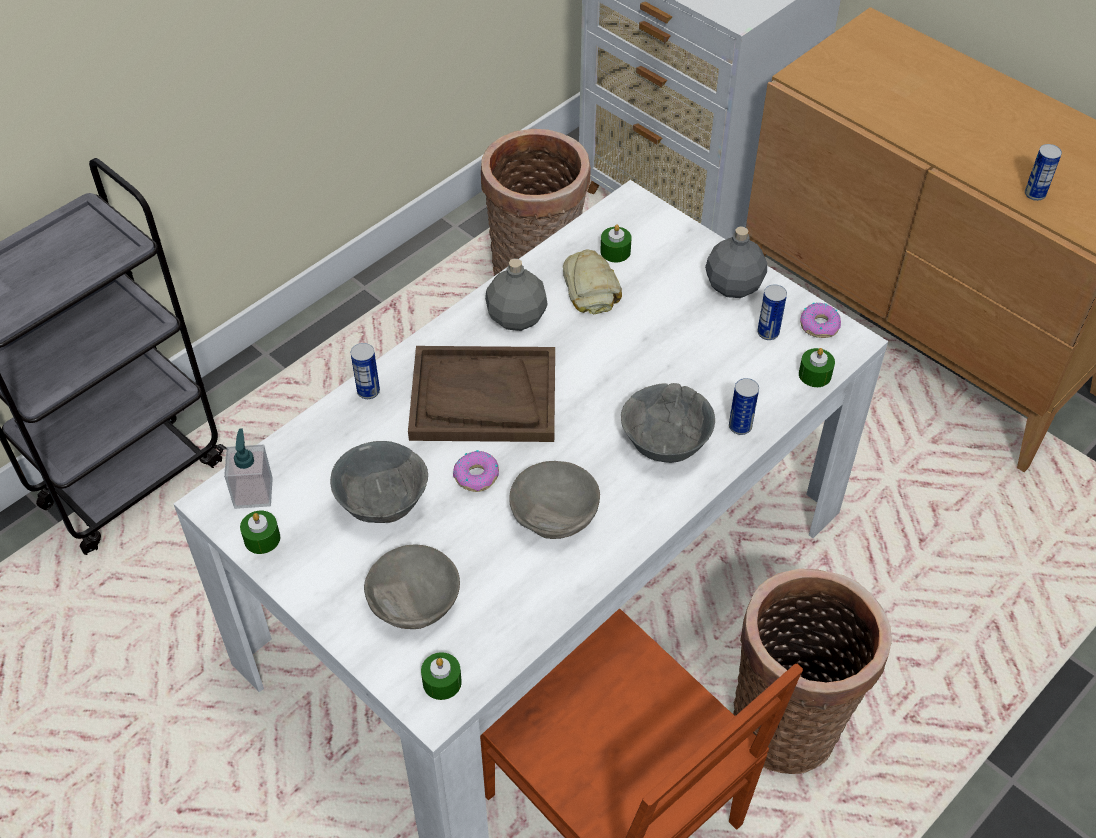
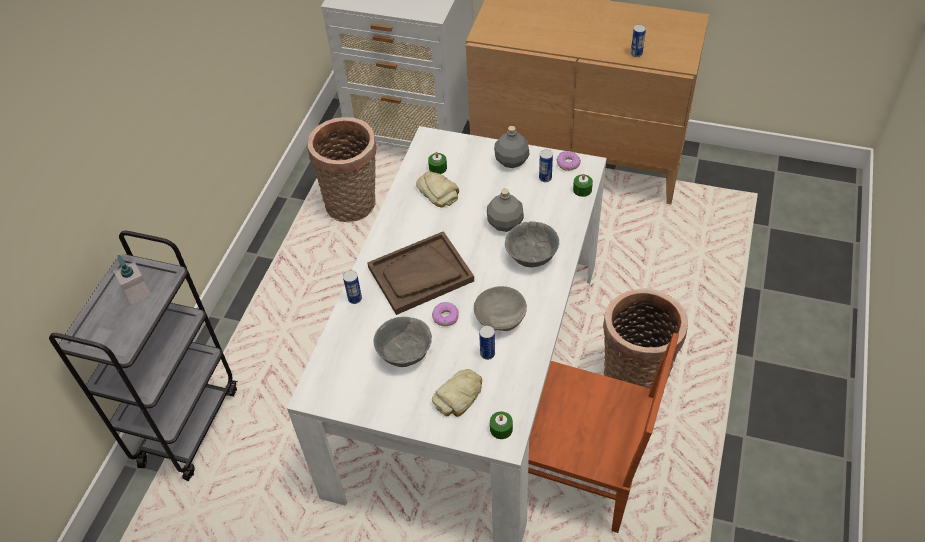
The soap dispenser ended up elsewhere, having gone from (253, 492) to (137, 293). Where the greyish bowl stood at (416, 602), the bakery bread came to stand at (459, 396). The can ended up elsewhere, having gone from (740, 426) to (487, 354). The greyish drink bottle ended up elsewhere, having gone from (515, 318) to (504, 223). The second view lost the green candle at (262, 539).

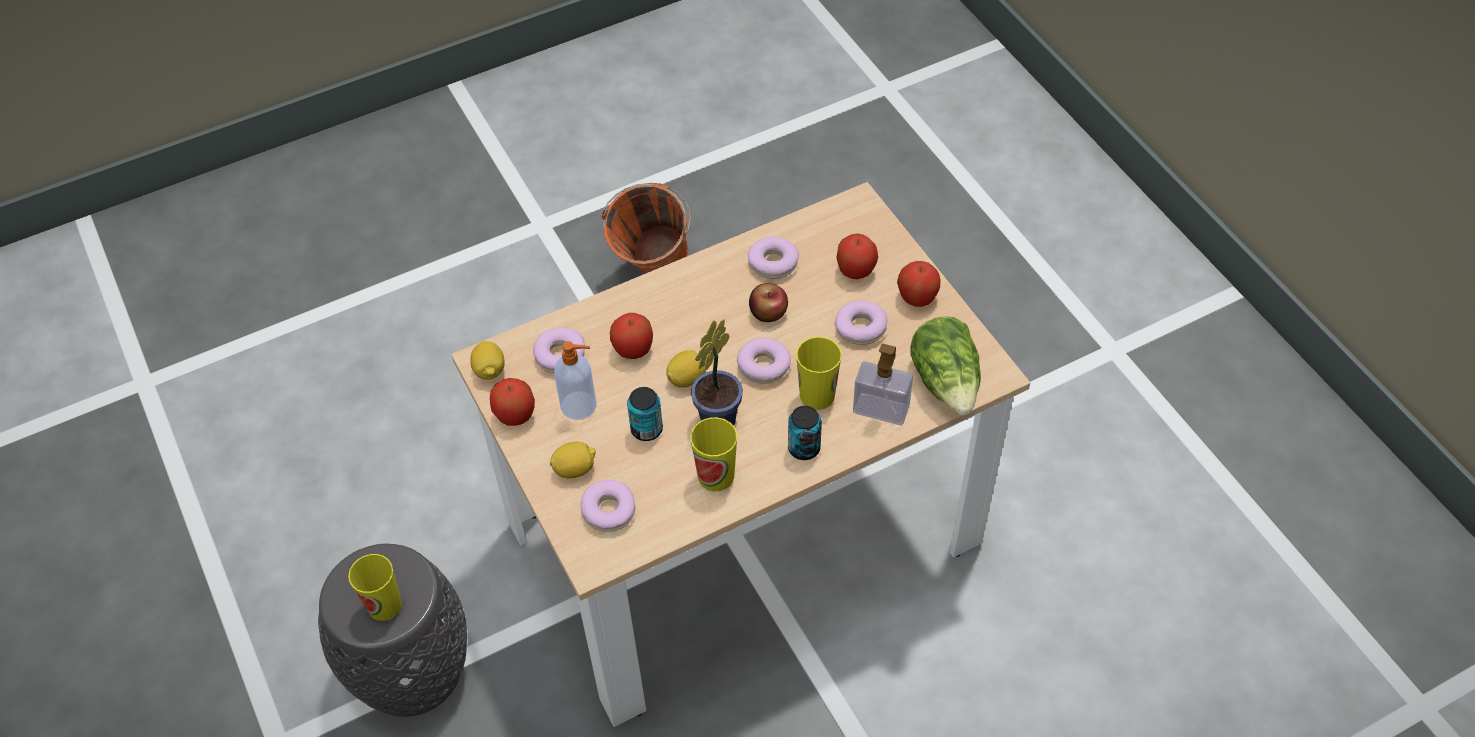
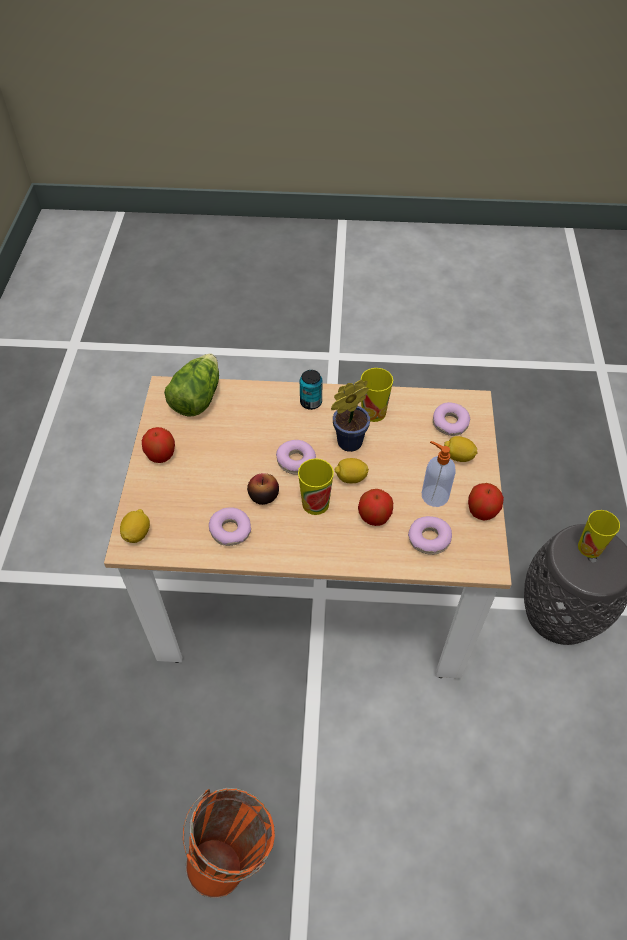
The lemon ended up elsewhere, having gone from (489, 370) to (137, 533). The drinking cup ended up elsewhere, having gone from (817, 395) to (315, 503). The second view lost the can at (646, 429). The second view lost the ring doughnut at (860, 328). The second view lost the whole apple at (856, 270). The second view lost the soap dispenser at (881, 409).

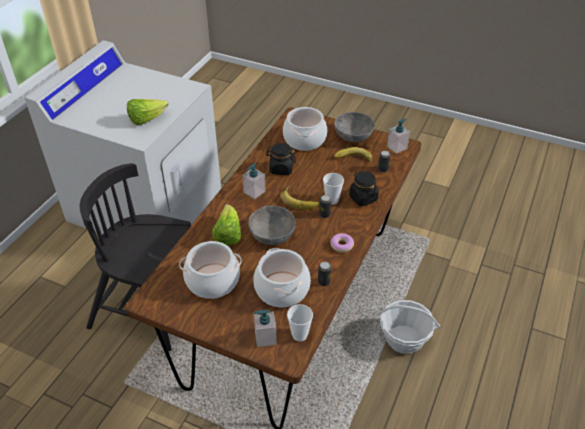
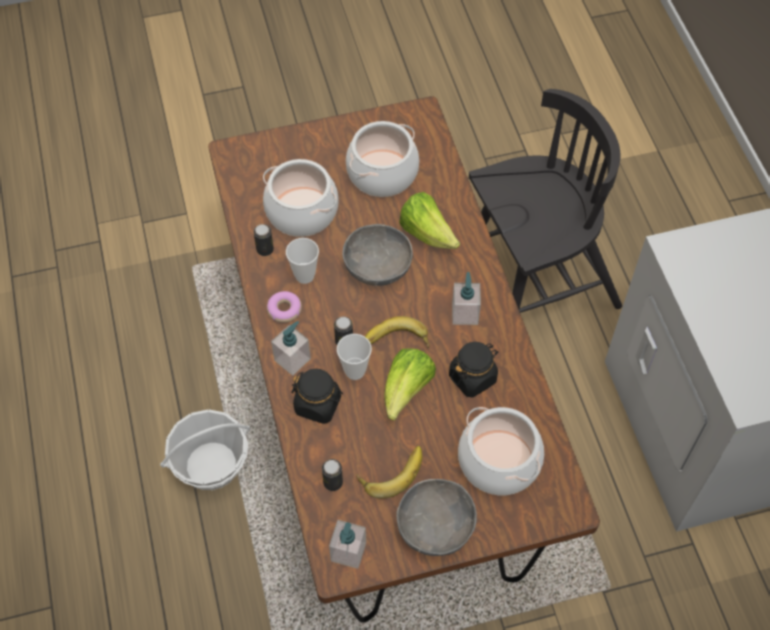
The soap dispenser ended up elsewhere, having gone from (265, 338) to (292, 359). The drinking cup ended up elsewhere, having gone from (299, 335) to (304, 275). The lettuce head ended up elsewhere, having gone from (146, 119) to (406, 391).

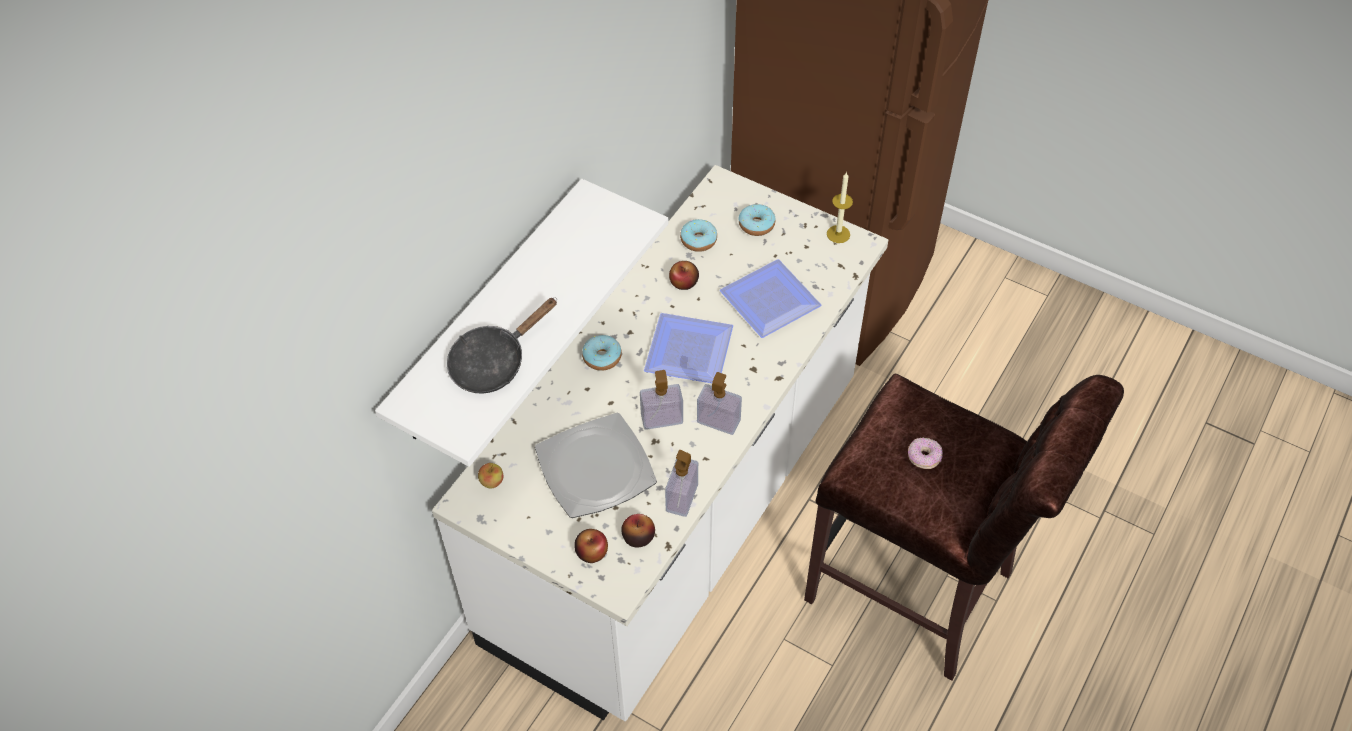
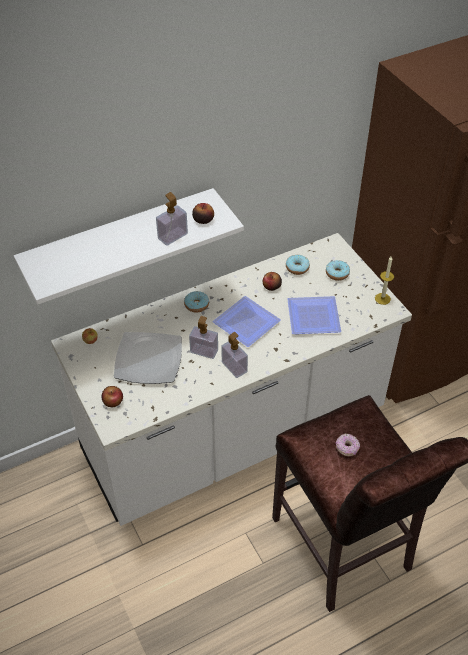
The soap dispenser ended up elsewhere, having gone from (682, 497) to (172, 236). The whole apple ended up elsewhere, having gone from (638, 537) to (203, 219). The second view lost the black frying pan at (494, 362).

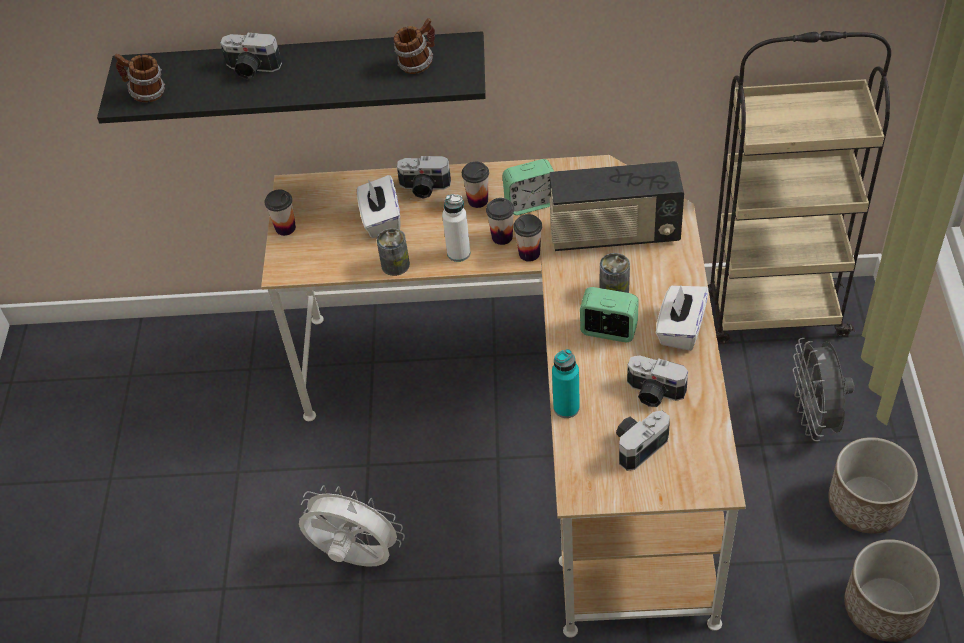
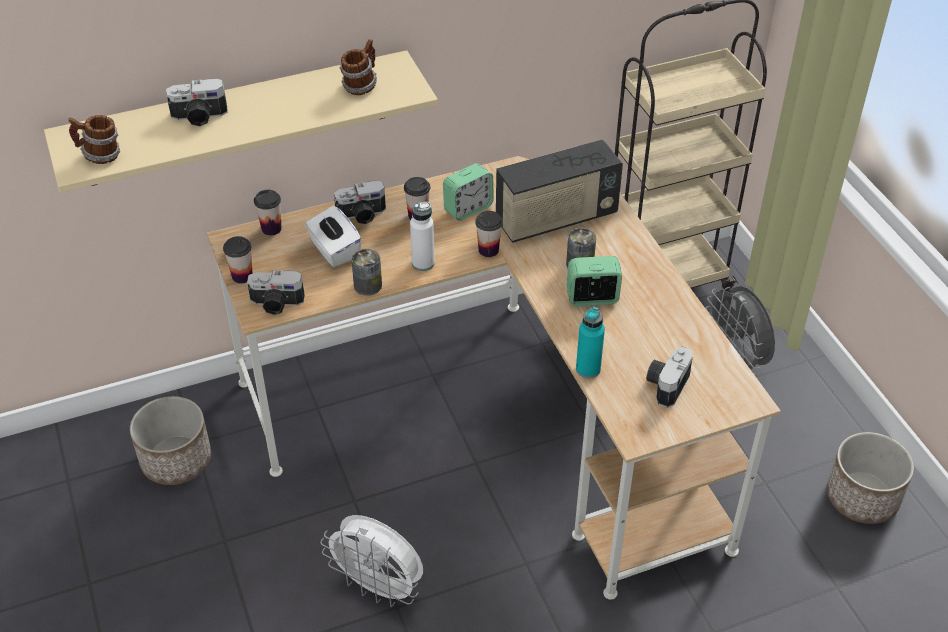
What was the black wall shelf at (303, 73) turned into the sand-coloured wall shelf at (237, 119). The flower pot ended up elsewhere, having gone from (866, 503) to (177, 460). The photo camera ended up elsewhere, having gone from (654, 393) to (276, 304). The drinking cup ended up elsewhere, having gone from (502, 237) to (271, 228). The white cooling fan at (354, 558) ended up facing another way, 150 degrees counterclockwise from before. The second view lost the white tissue holder at (680, 329).

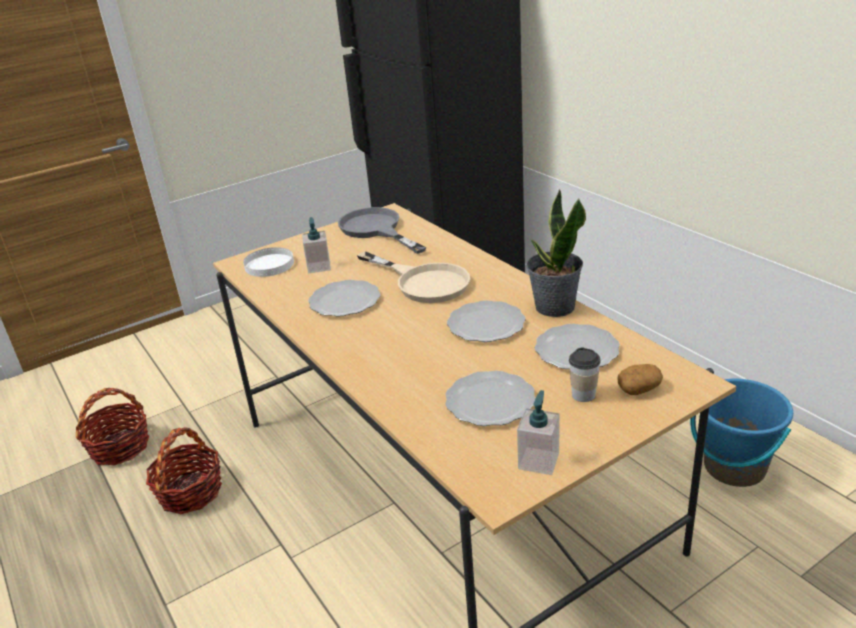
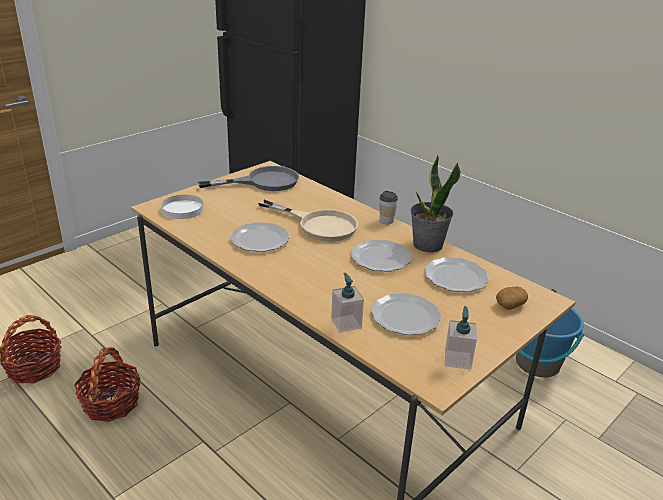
The greyish frying pan at (376, 229) ended up facing another way, 120 degrees clockwise from before. The soap dispenser ended up elsewhere, having gone from (319, 266) to (346, 323). The drinking cup ended up elsewhere, having gone from (583, 395) to (386, 220).

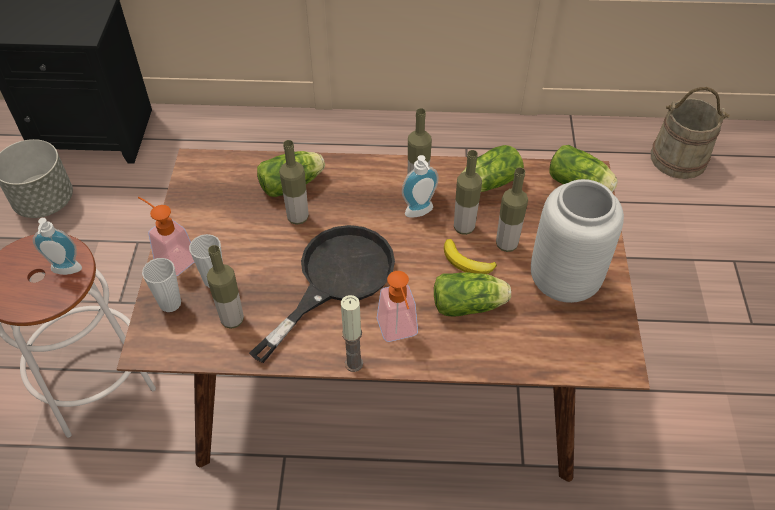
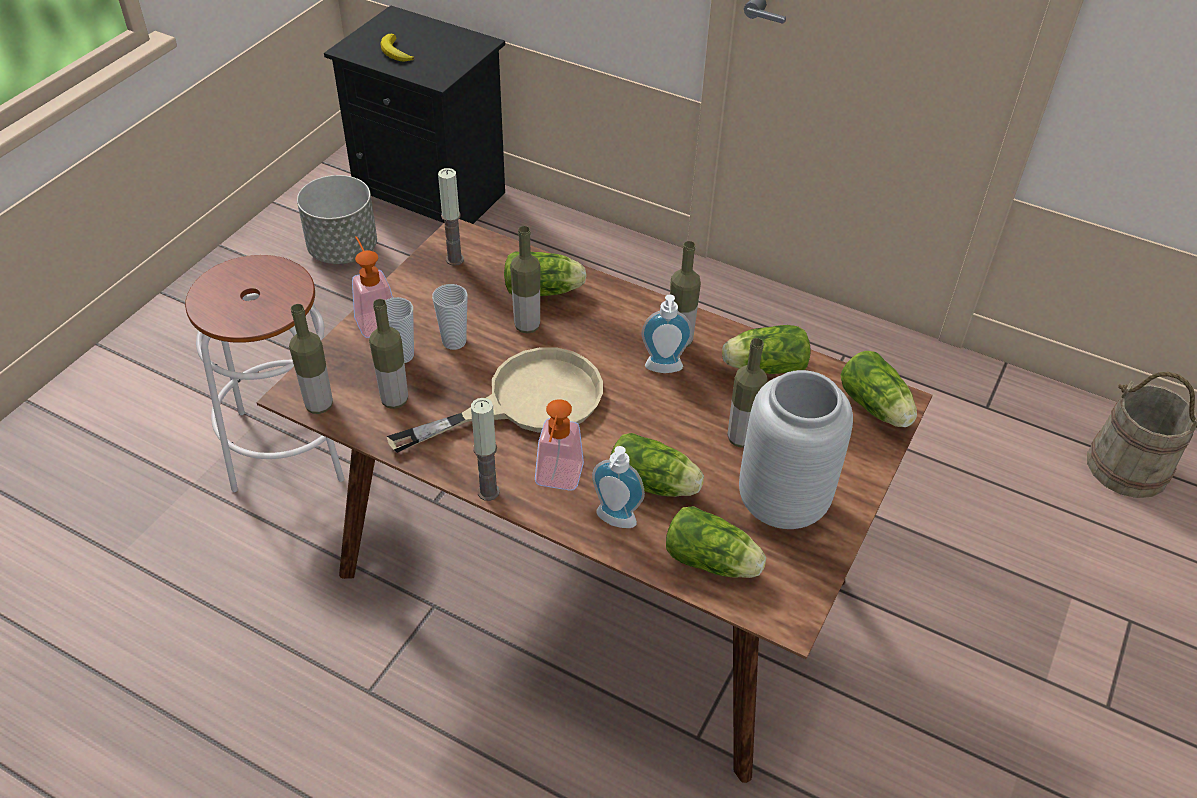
The drink bottle ended up elsewhere, having gone from (464, 227) to (319, 405). The banana fruit ended up elsewhere, having gone from (467, 262) to (395, 52). What was the black frying pan at (336, 279) turned into the sand-coloured frying pan at (525, 402). The drinking cup ended up elsewhere, having gone from (170, 303) to (454, 341). The second view gained the candle at (454, 259). The soap dispenser ended up elsewhere, having gone from (66, 271) to (614, 522). The second view gained the lettuce head at (714, 562).

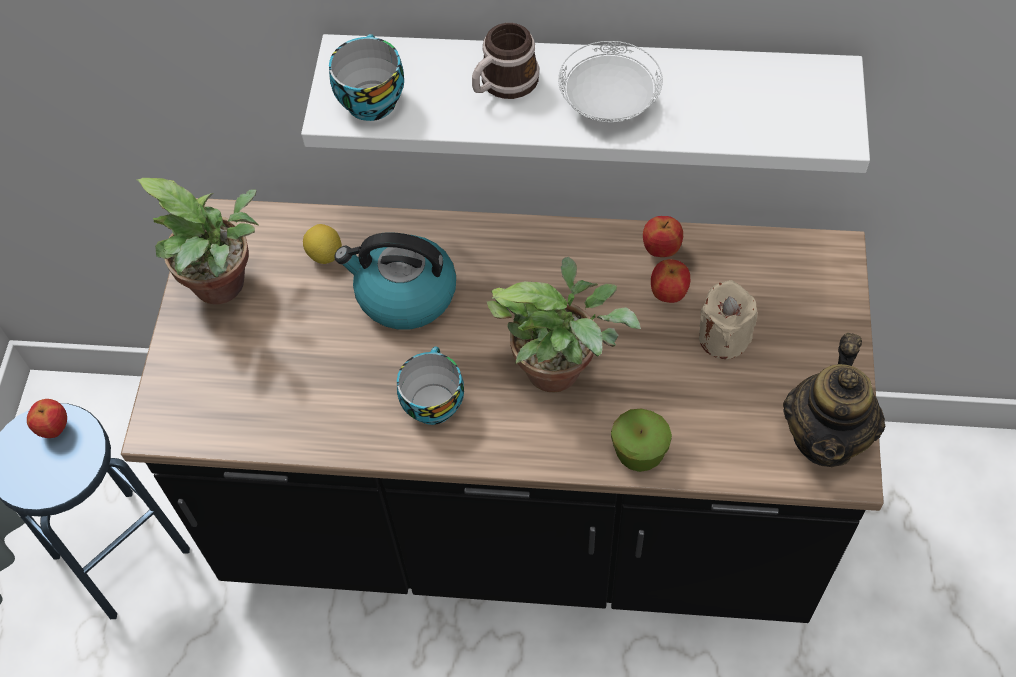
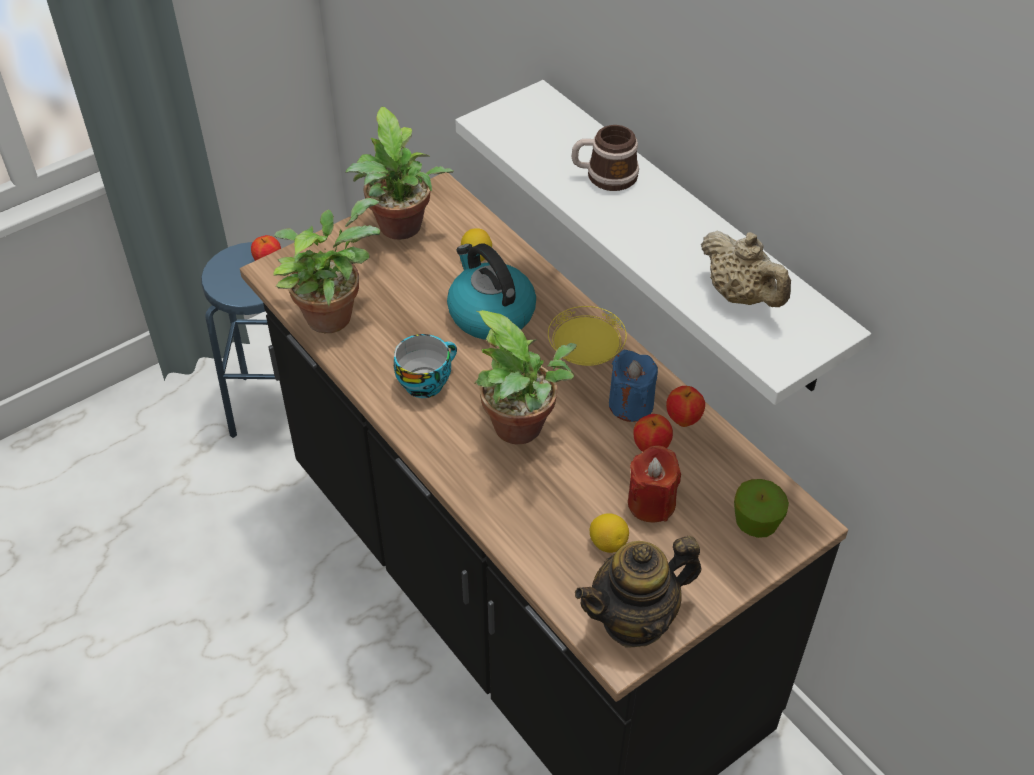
The second view gained the plant in a pot at (332, 313). The second view gained the yellow-coloured dinner plate at (585, 352). The second view gained the lemon at (608, 543). The second view gained the blue-coloured candle at (631, 404). What was the sand-coloured candle at (723, 337) turned into the red-coloured candle at (651, 503). The second view gained the sand-coloured tea pot at (741, 296). The whole apple ended up elsewhere, having gone from (639, 452) to (756, 522). The second view lost the drinking cup at (369, 99). The second view lost the white dinner plate at (609, 102).

